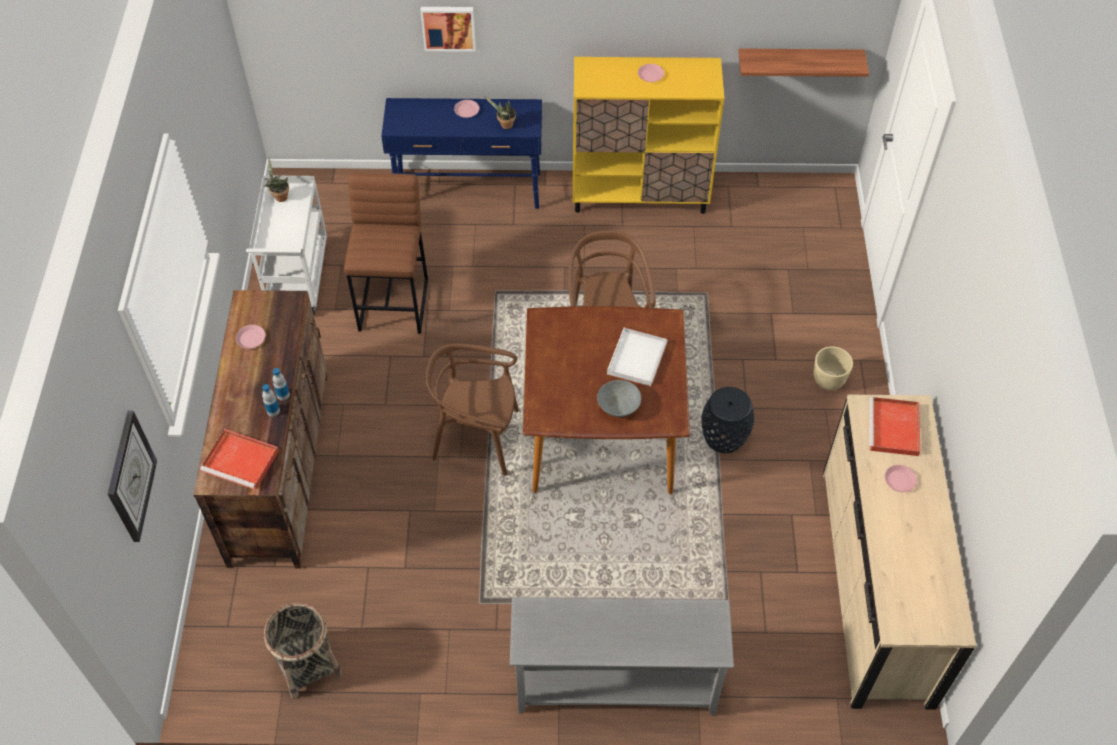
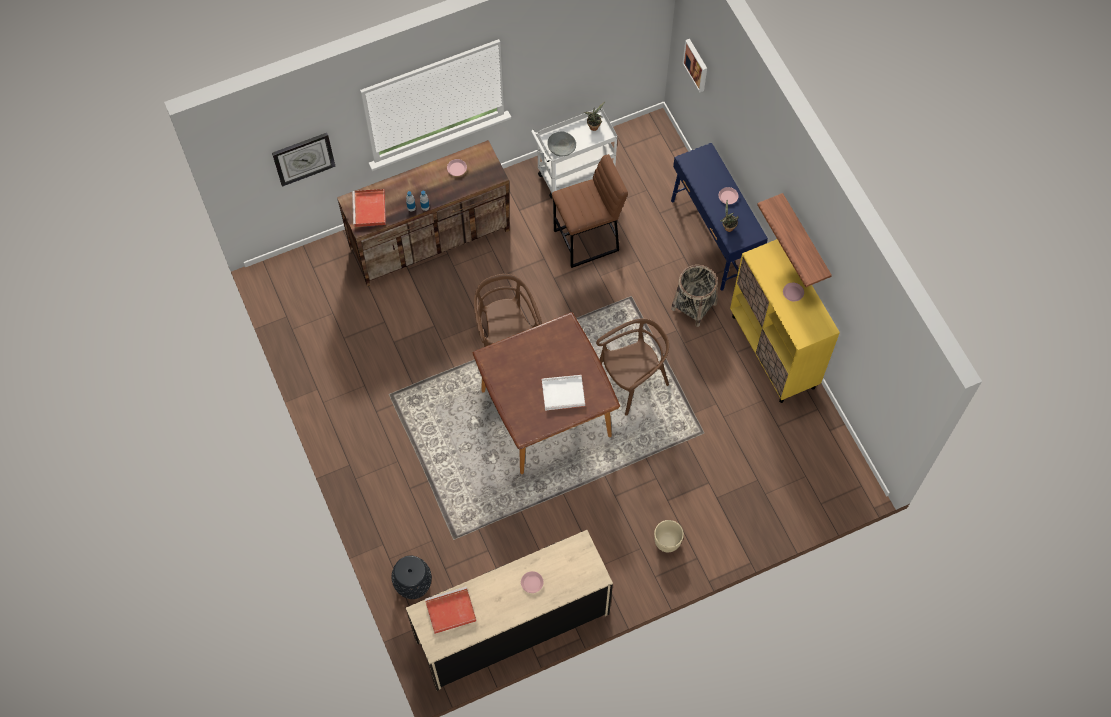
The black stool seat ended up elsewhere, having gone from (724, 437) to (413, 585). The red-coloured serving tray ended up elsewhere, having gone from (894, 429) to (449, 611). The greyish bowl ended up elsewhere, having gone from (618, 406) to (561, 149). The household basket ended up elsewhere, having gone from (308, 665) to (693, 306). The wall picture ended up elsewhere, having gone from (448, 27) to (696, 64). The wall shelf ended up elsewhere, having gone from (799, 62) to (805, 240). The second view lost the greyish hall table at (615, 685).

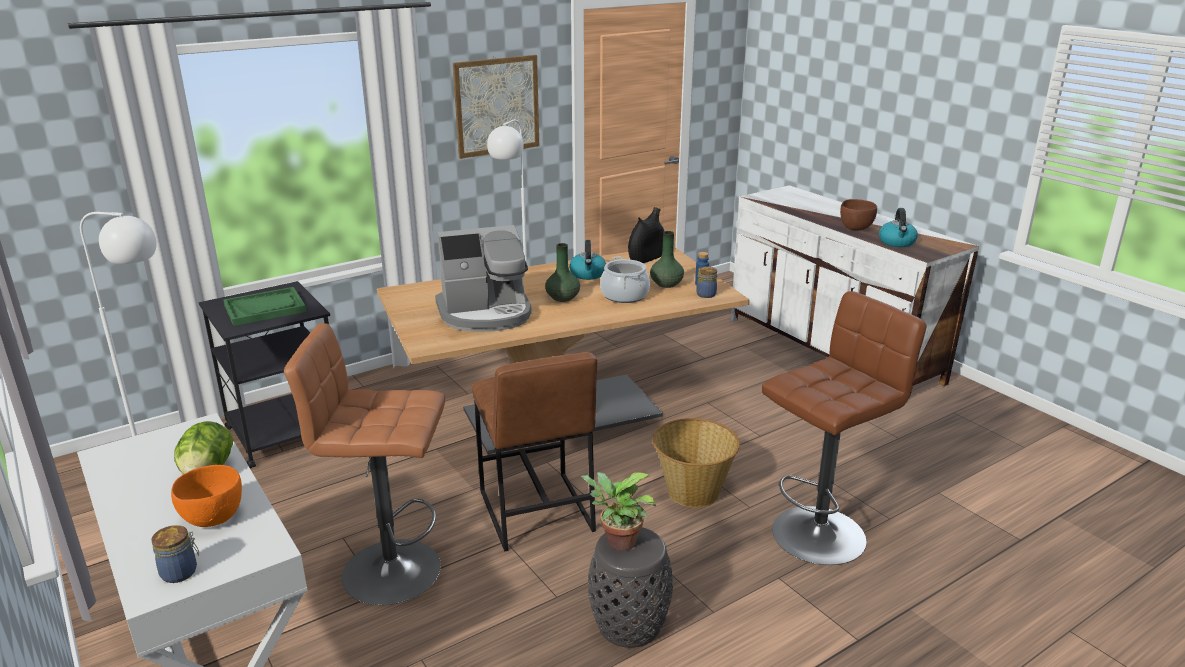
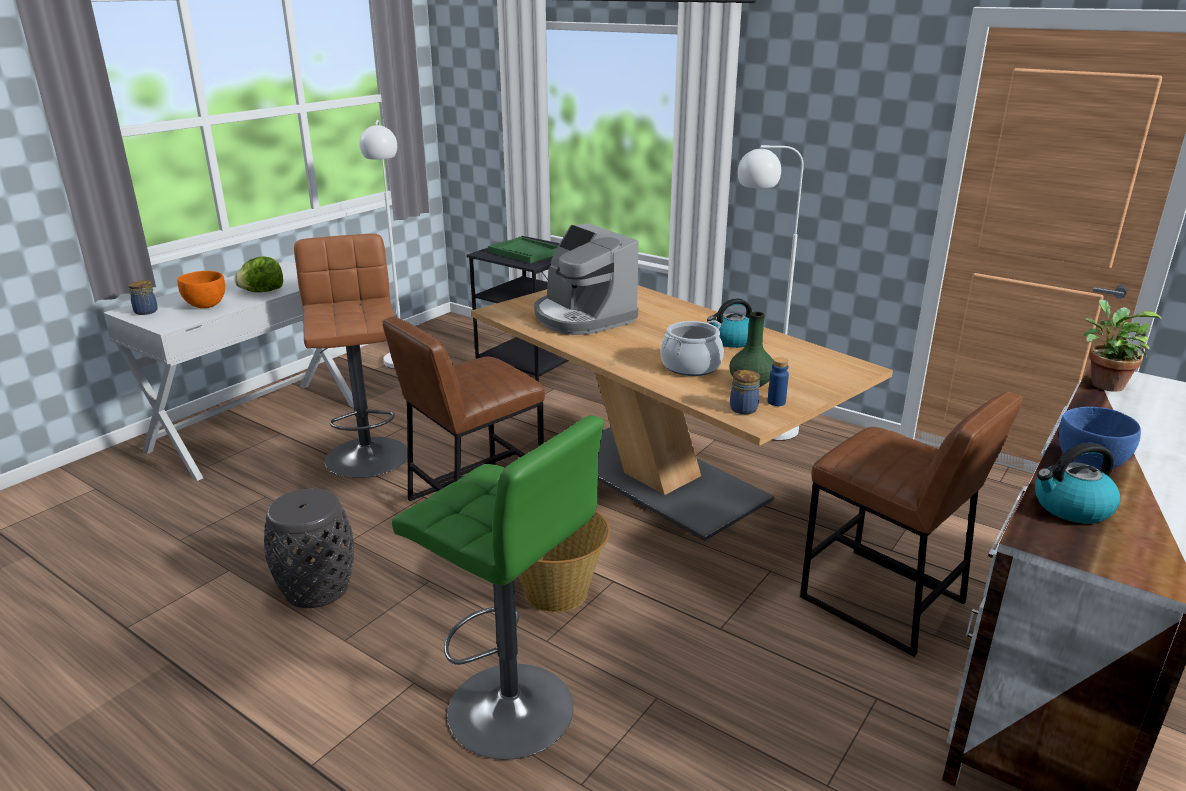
What was the brown-coloured stool seat at (820, 535) turned into the green stool seat at (511, 711). The second view gained the brown-coloured chair at (884, 601). What was the brown-coloured bowl at (856, 228) turned into the blue-coloured bowl at (1090, 464). The plant in a pot ended up elsewhere, having gone from (617, 543) to (1103, 383). The second view lost the wall picture at (497, 104). The second view lost the green vase at (563, 298). The second view lost the black vase at (646, 258).

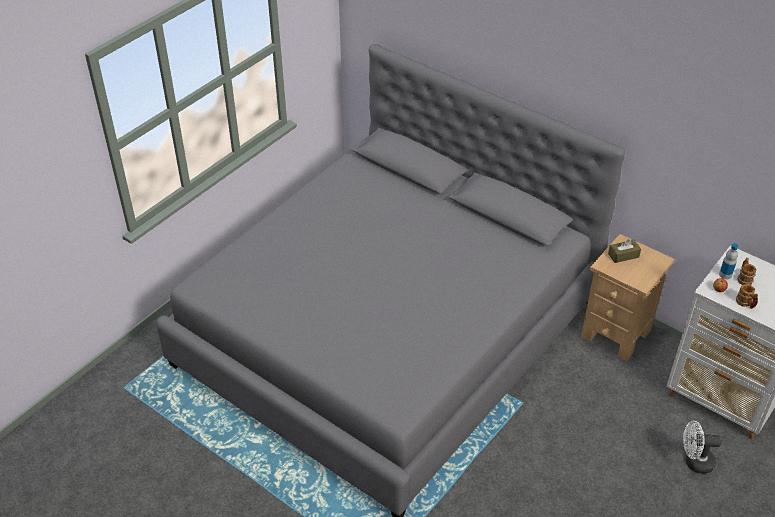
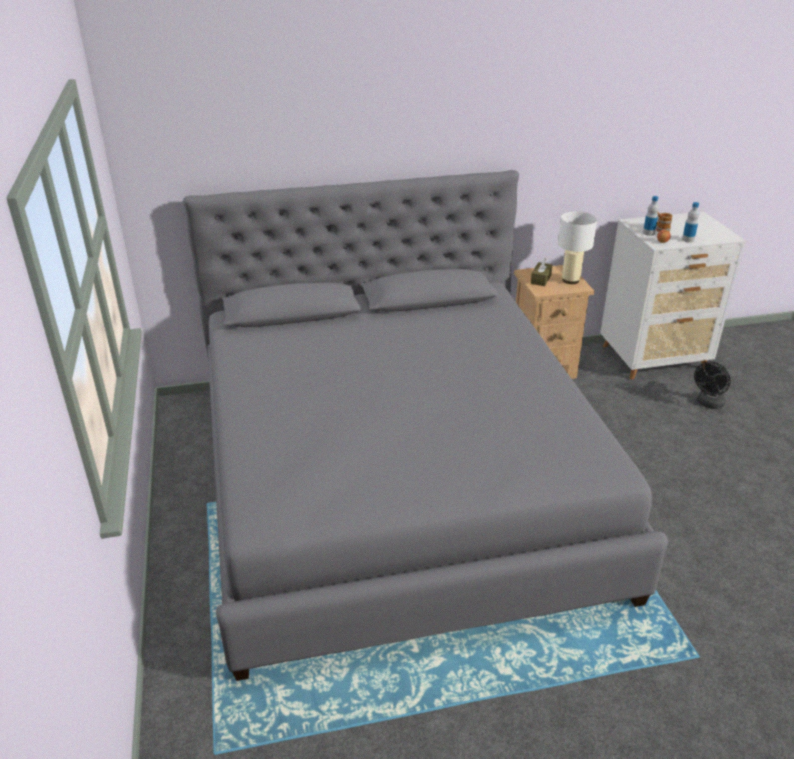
The second view gained the white tabletop lamp at (570, 280). Where the mug stood at (745, 303), the drink bottle came to stand at (688, 240). What was the white cooling fan at (694, 462) turned into the black cooling fan at (708, 404).

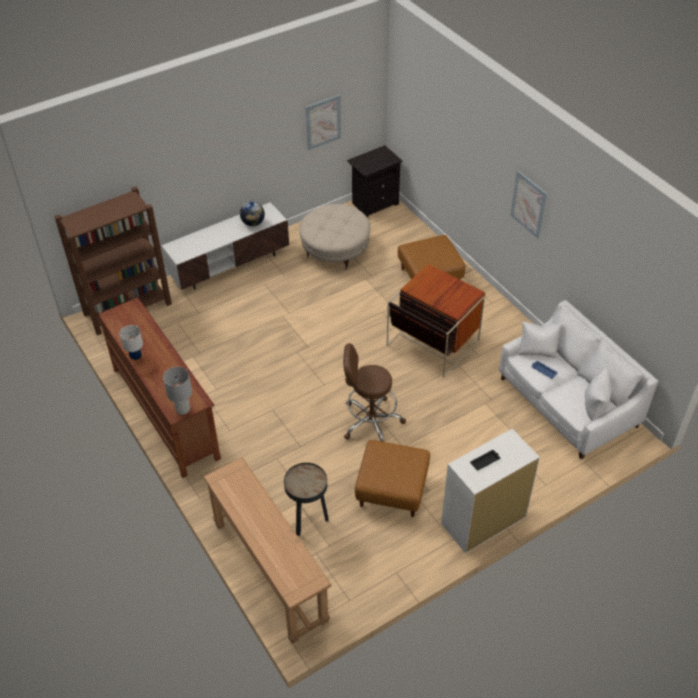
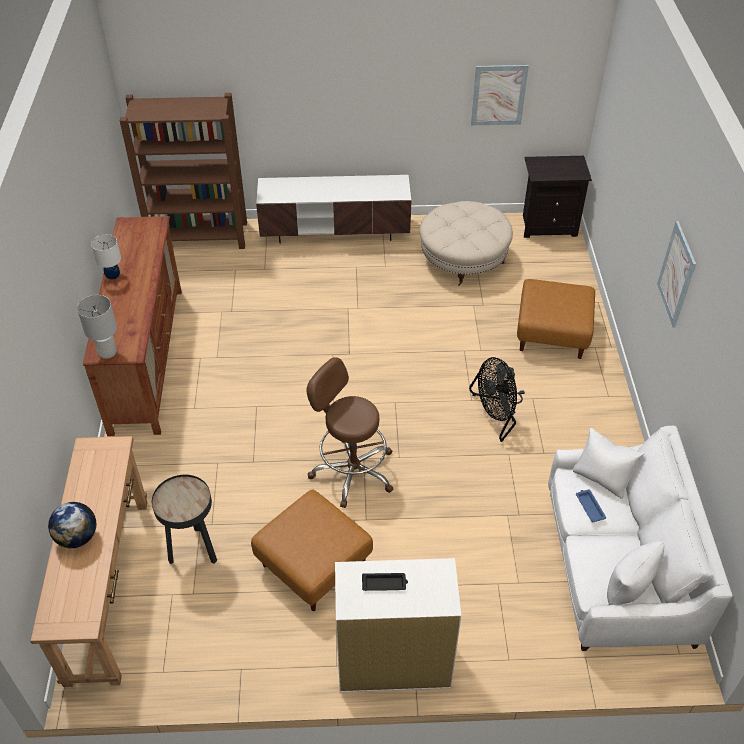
The desk globe ended up elsewhere, having gone from (253, 223) to (77, 537). Where the accent table stood at (433, 342), the black cooling fan came to stand at (498, 412).

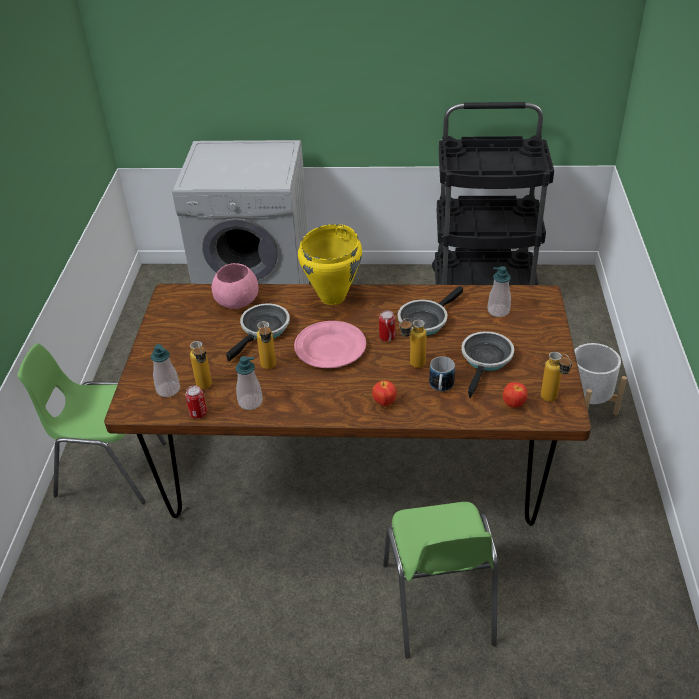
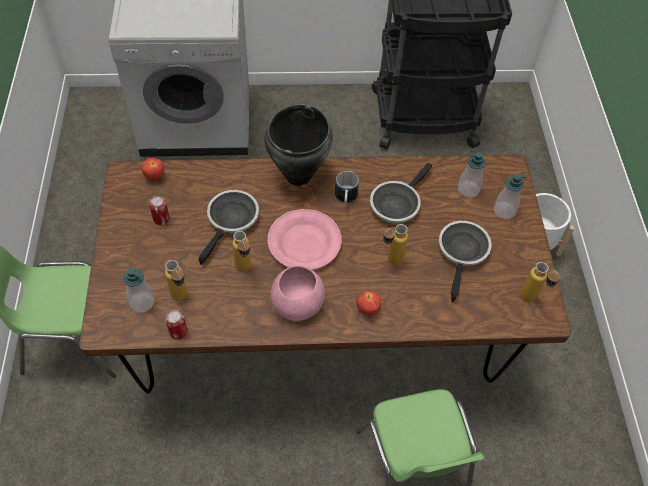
The whole apple ended up elsewhere, having gone from (514, 404) to (155, 176). The can ended up elsewhere, having gone from (387, 337) to (161, 219). What was the yellow-coloured stockpot at (333, 297) turned into the black stockpot at (299, 175). The pinkish bowl ended up elsewhere, having gone from (236, 301) to (297, 304). The mug ended up elsewhere, having gone from (441, 387) to (345, 199). The soap dispenser ended up elsewhere, having gone from (250, 402) to (504, 211).

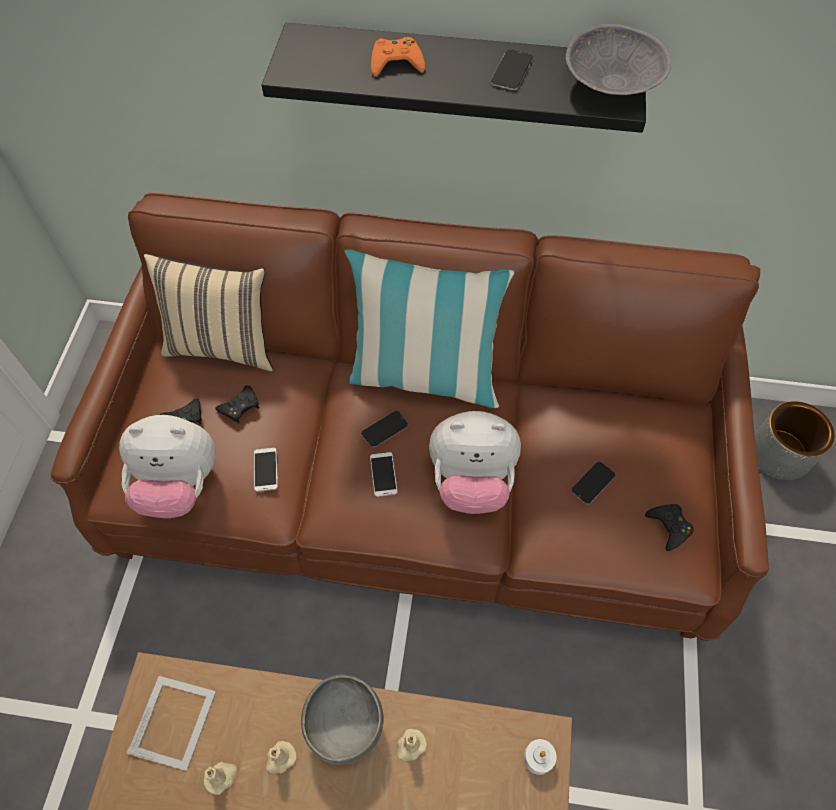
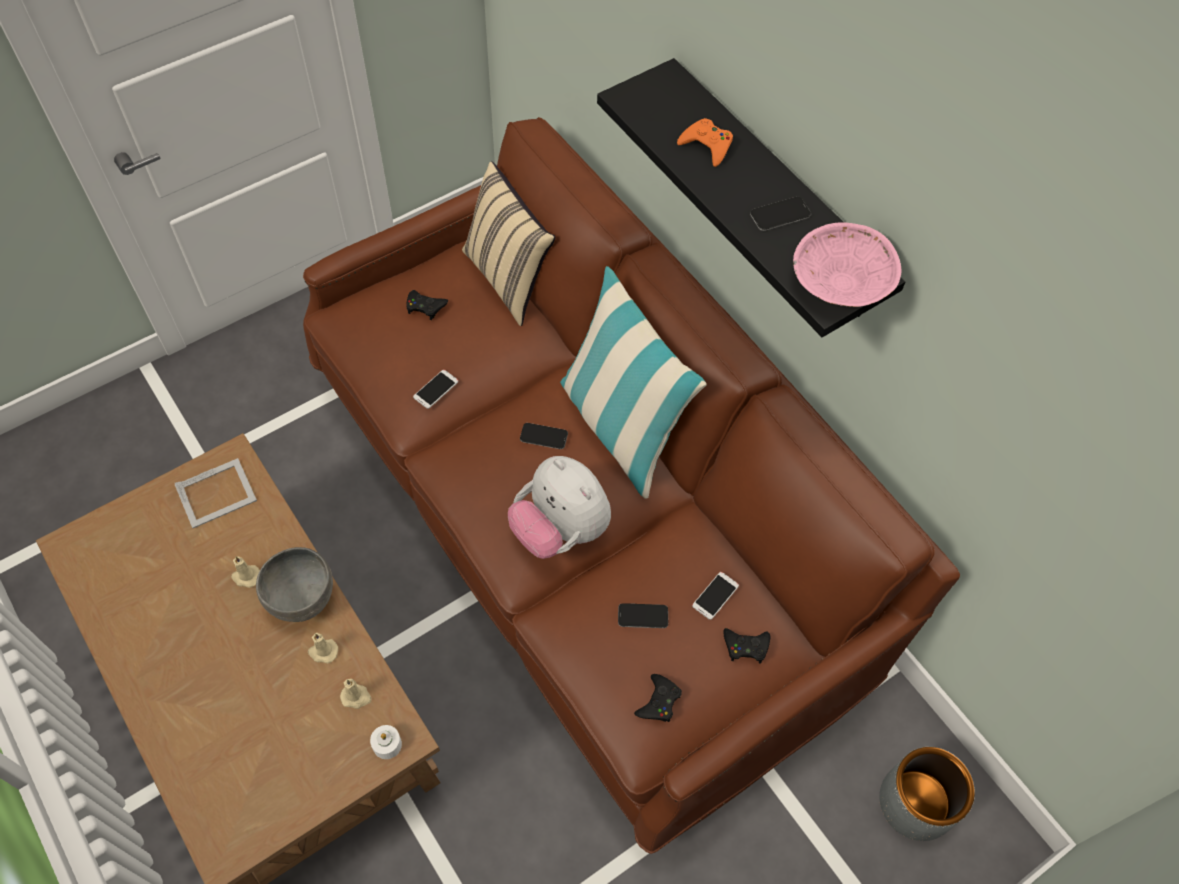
The sand-coloured candle ended up elsewhere, having gone from (221, 776) to (356, 697). The handset ended up elsewhere, having gone from (383, 474) to (715, 596). The black gamepad ended up elsewhere, having gone from (240, 406) to (746, 647). What was the greyish bowl at (611, 85) turned into the pinkish bowl at (839, 283). The second view lost the cuddly toy at (179, 485).

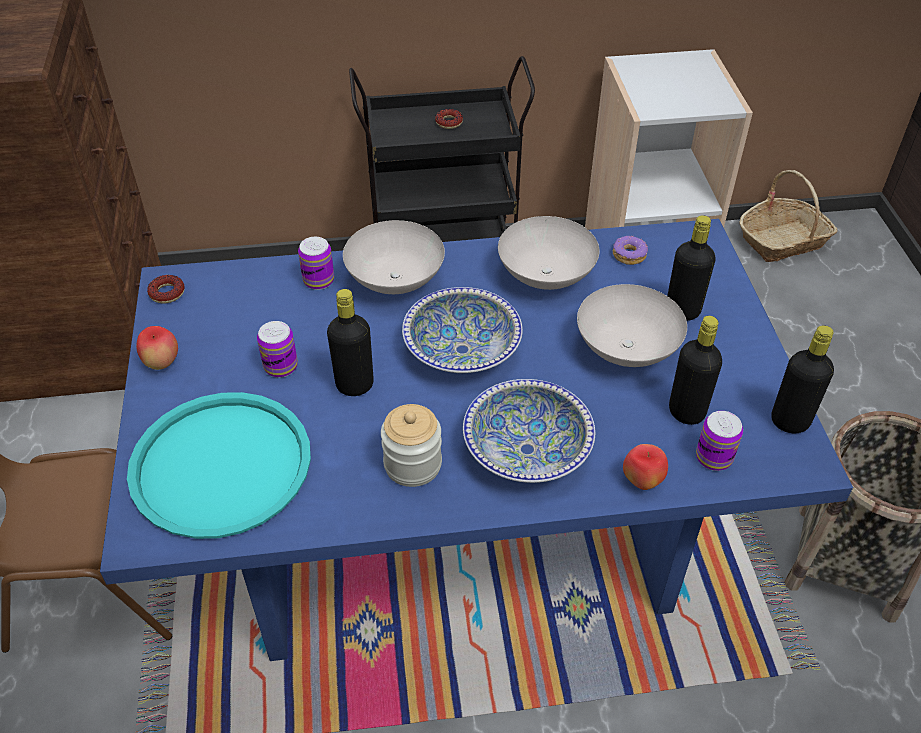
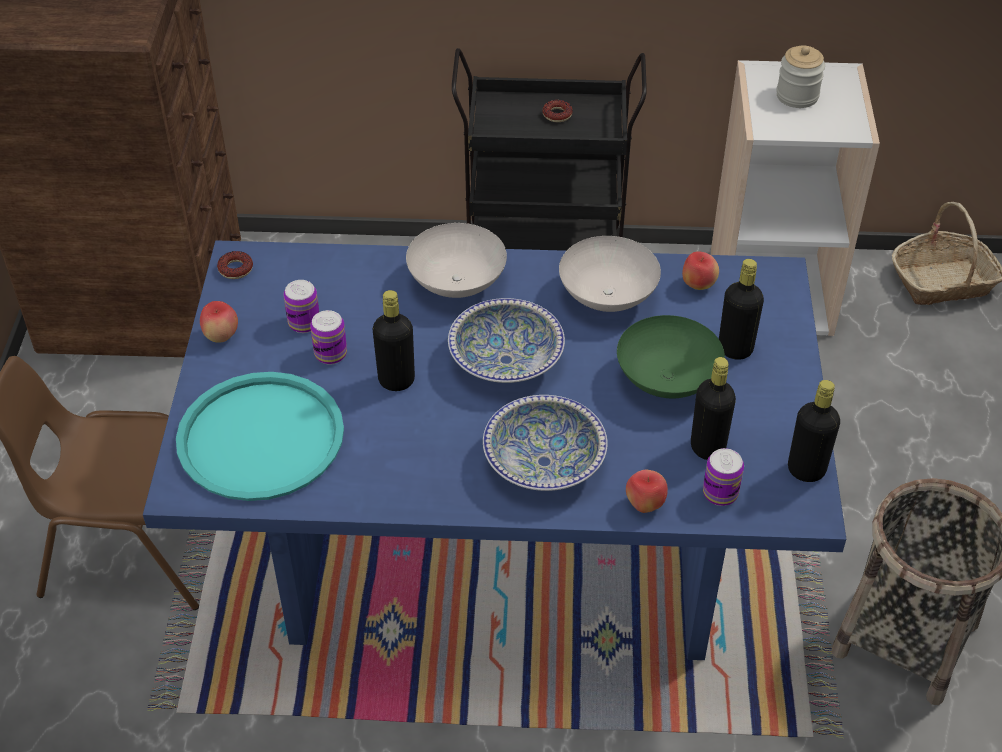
The can ended up elsewhere, having gone from (318, 280) to (304, 323). What was the white bowl at (625, 348) turned into the green bowl at (666, 379). Where the ring doughnut stood at (629, 255), the whole apple came to stand at (698, 285). The jar ended up elsewhere, having gone from (412, 464) to (797, 96).

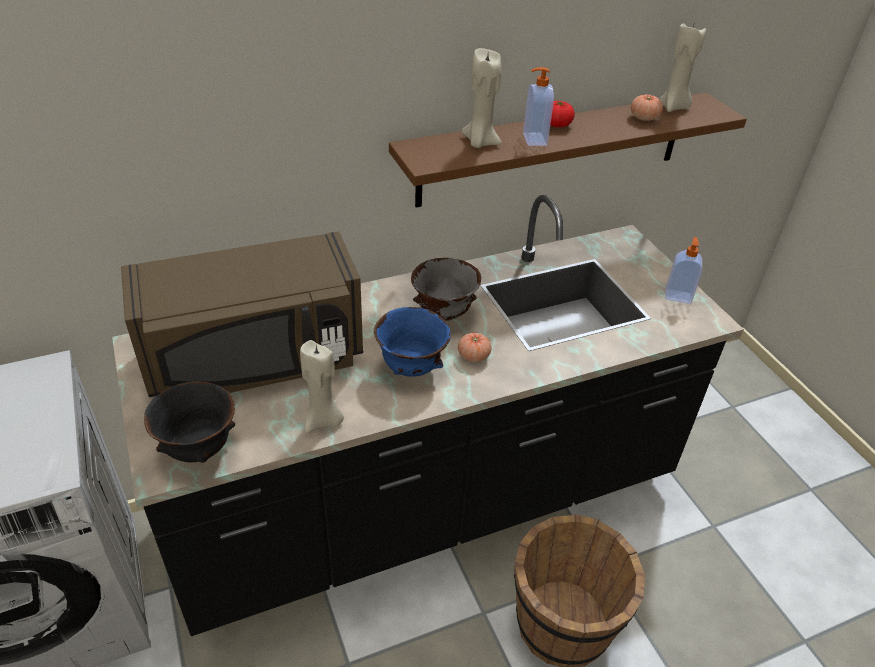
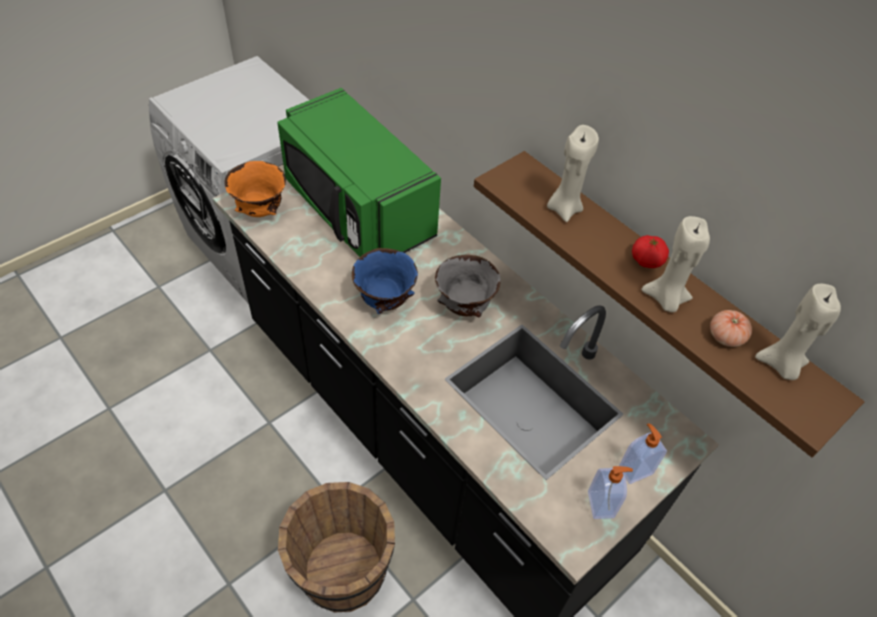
What was the black bowl at (200, 449) turned into the orange-coloured bowl at (261, 211). What was the brown-coloured microwave oven at (256, 360) turned into the green microwave oven at (356, 209). The soap dispenser ended up elsewhere, having gone from (533, 139) to (634, 469). The sand-coloured candle ended up elsewhere, having gone from (324, 420) to (665, 299). The second view lost the whole tomato at (473, 356).

